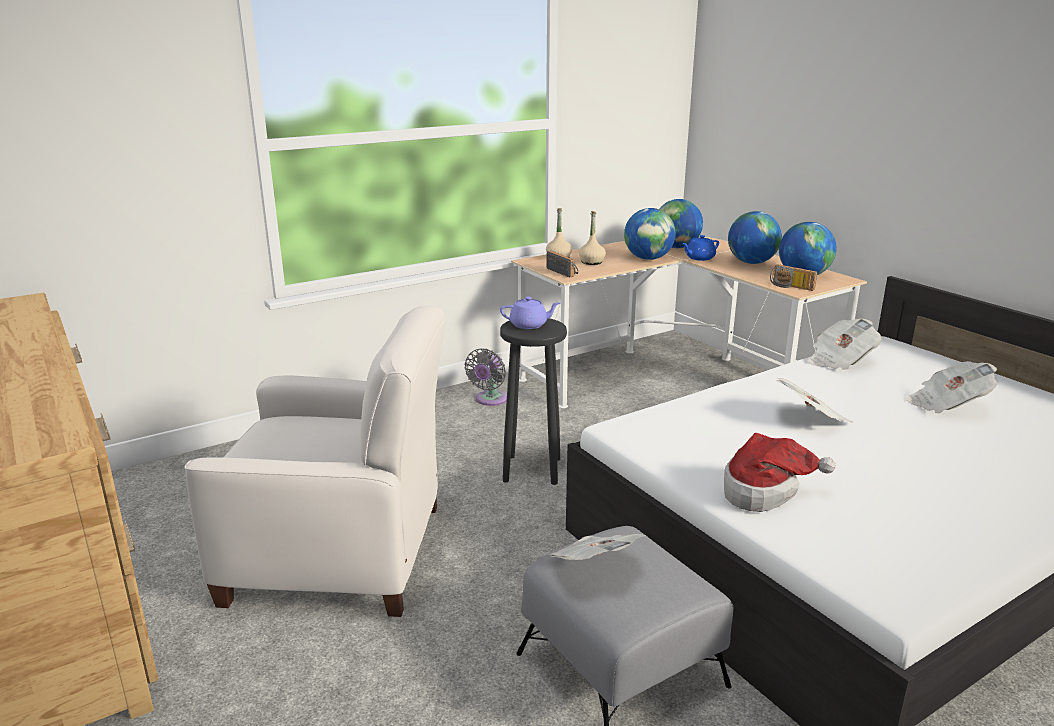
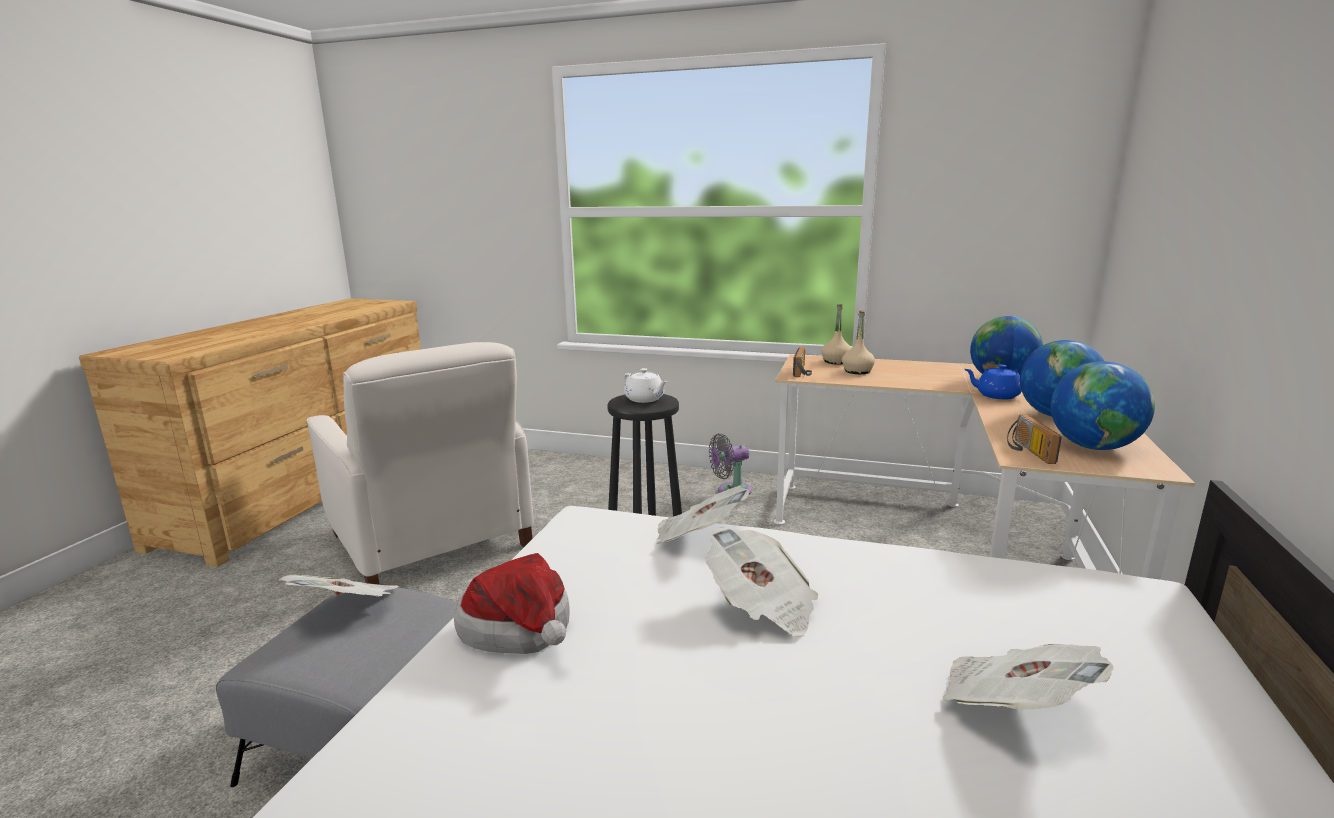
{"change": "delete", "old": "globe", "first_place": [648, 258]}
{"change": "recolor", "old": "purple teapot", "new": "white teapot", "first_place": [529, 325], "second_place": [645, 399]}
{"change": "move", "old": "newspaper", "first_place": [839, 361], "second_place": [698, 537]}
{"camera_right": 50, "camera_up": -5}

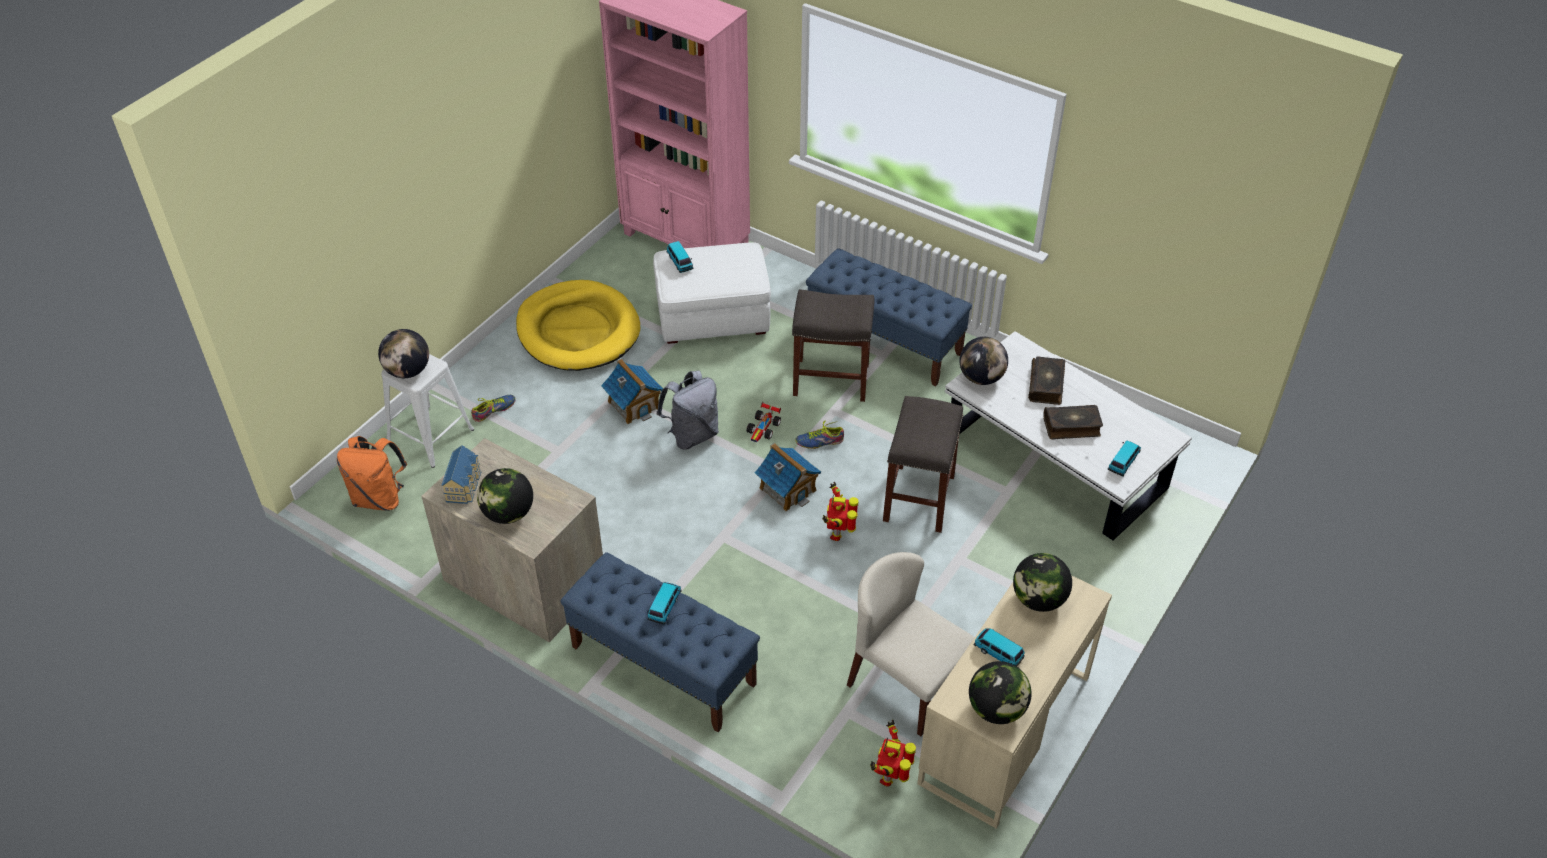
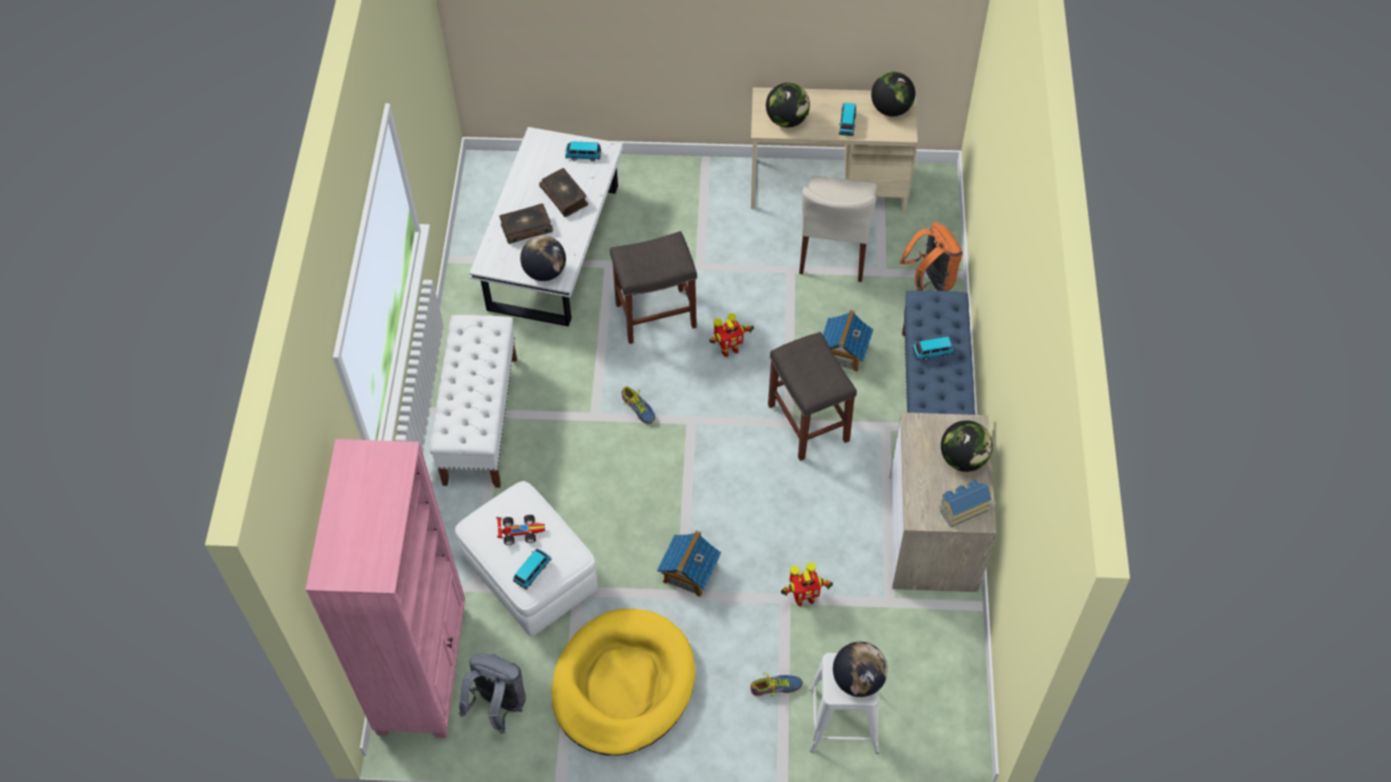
{"change": "recolor", "old": "blue bench", "new": "white bench", "first_place": [885, 341], "second_place": [480, 419]}
{"change": "move", "old": "grey stool", "first_place": [829, 380], "second_place": [809, 423]}
{"change": "move", "old": "grey backpack", "first_place": [692, 435], "second_place": [498, 706]}
{"change": "rotate", "old": "shoe", "first_place": [493, 410], "second_place": [776, 687], "degrees": 150}
{"change": "move", "old": "toy car", "first_place": [764, 428], "second_place": [520, 531]}
{"change": "move", "old": "orange backpack", "first_place": [379, 498], "second_place": [930, 280]}
{"change": "move", "old": "toy house", "first_place": [787, 489], "second_place": [843, 352]}
{"change": "move", "old": "toy robot", "first_place": [890, 776], "second_place": [803, 598]}
{"camera_right": -120, "camera_up": 10}

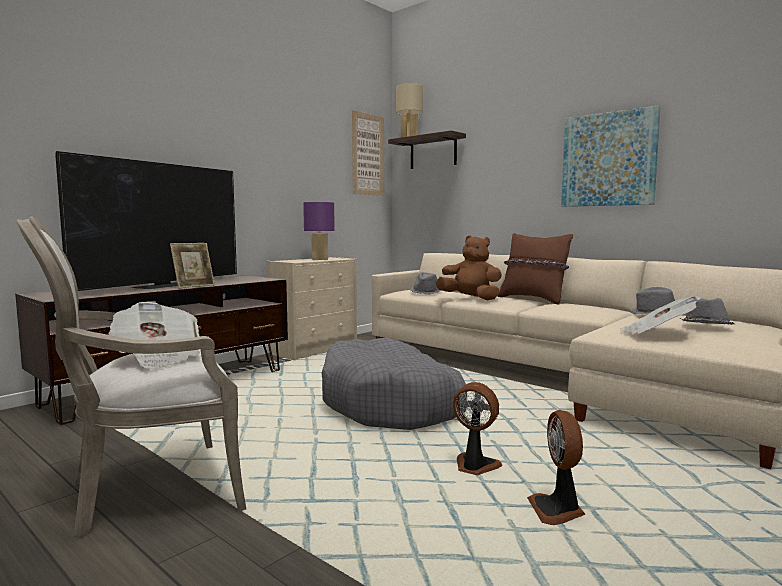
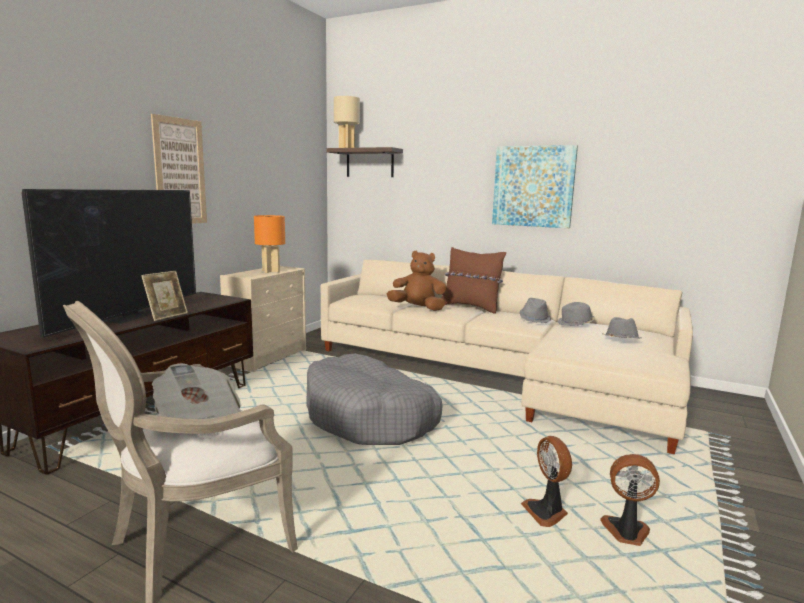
{"change": "move", "old": "picture", "first_place": [368, 154], "second_place": [180, 172]}
{"change": "recolor", "old": "purple table lamp", "new": "orange table lamp", "first_place": [319, 259], "second_place": [271, 271]}
{"change": "move", "old": "grey hat", "first_place": [426, 292], "second_place": [534, 319]}
{"change": "delete", "old": "newspaper", "first_place": [657, 334]}
{"change": "move", "old": "fan", "first_place": [475, 466], "second_place": [626, 532]}
{"camera_right": -15, "camera_up": 5}

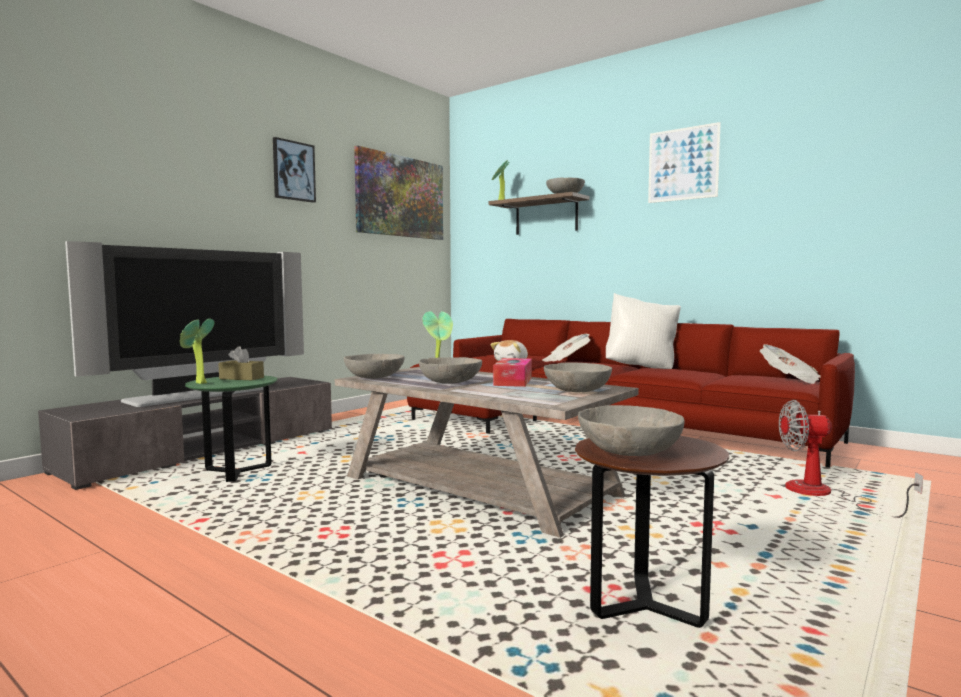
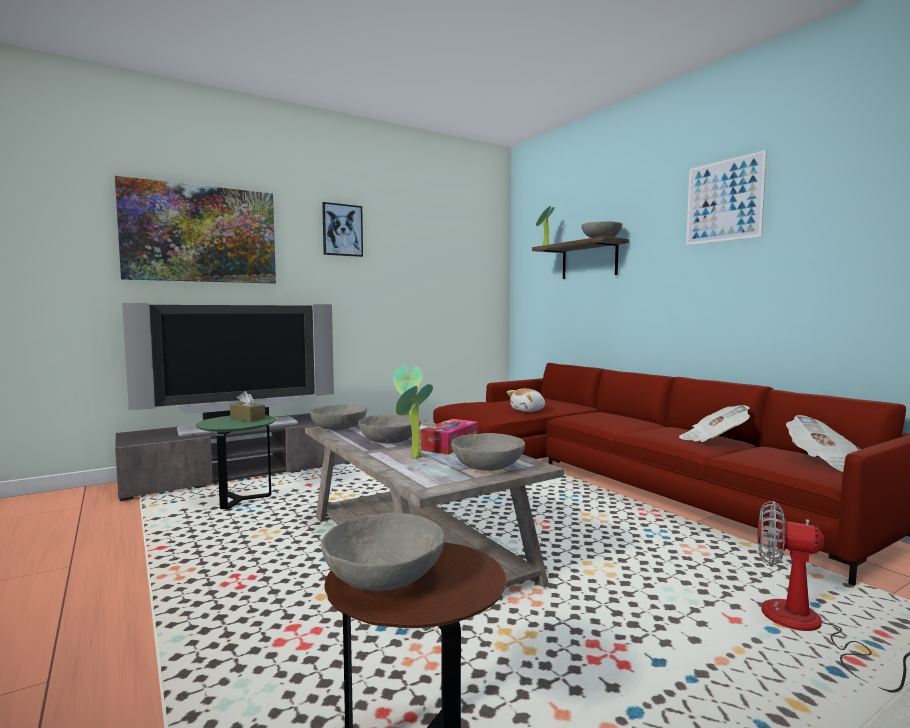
{"change": "move", "old": "picture", "first_place": [400, 196], "second_place": [200, 234]}
{"change": "delete", "old": "white pillow", "first_place": [641, 367]}
{"change": "move", "old": "potted plant", "first_place": [198, 383], "second_place": [413, 457]}
{"change": "move", "old": "newspaper", "first_place": [566, 361], "second_place": [713, 440]}
{"camera_right": 20, "camera_up": 0}

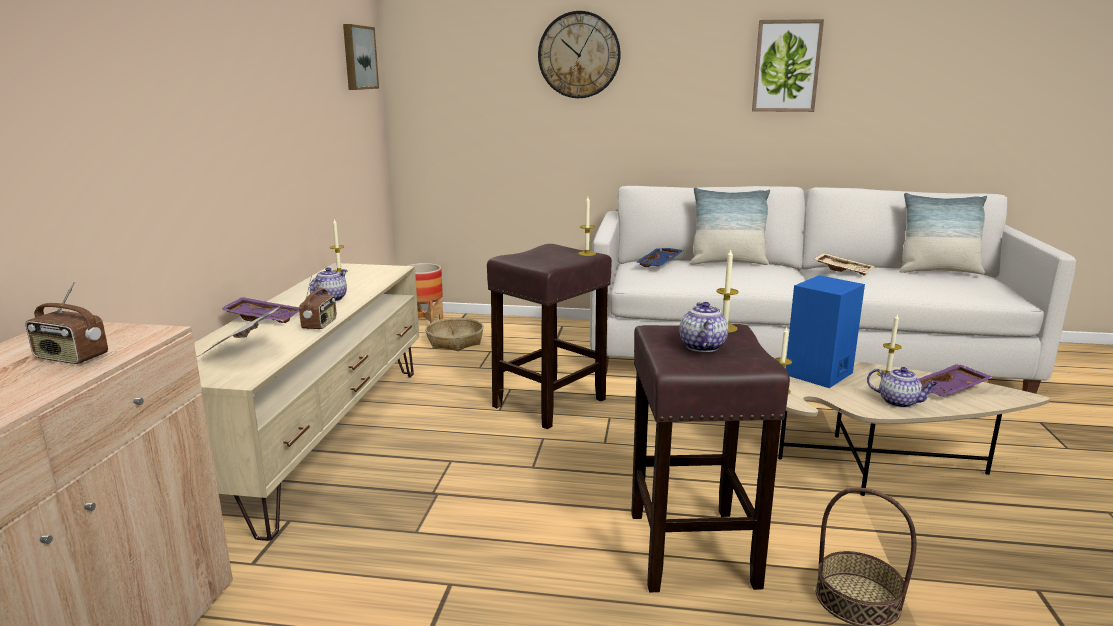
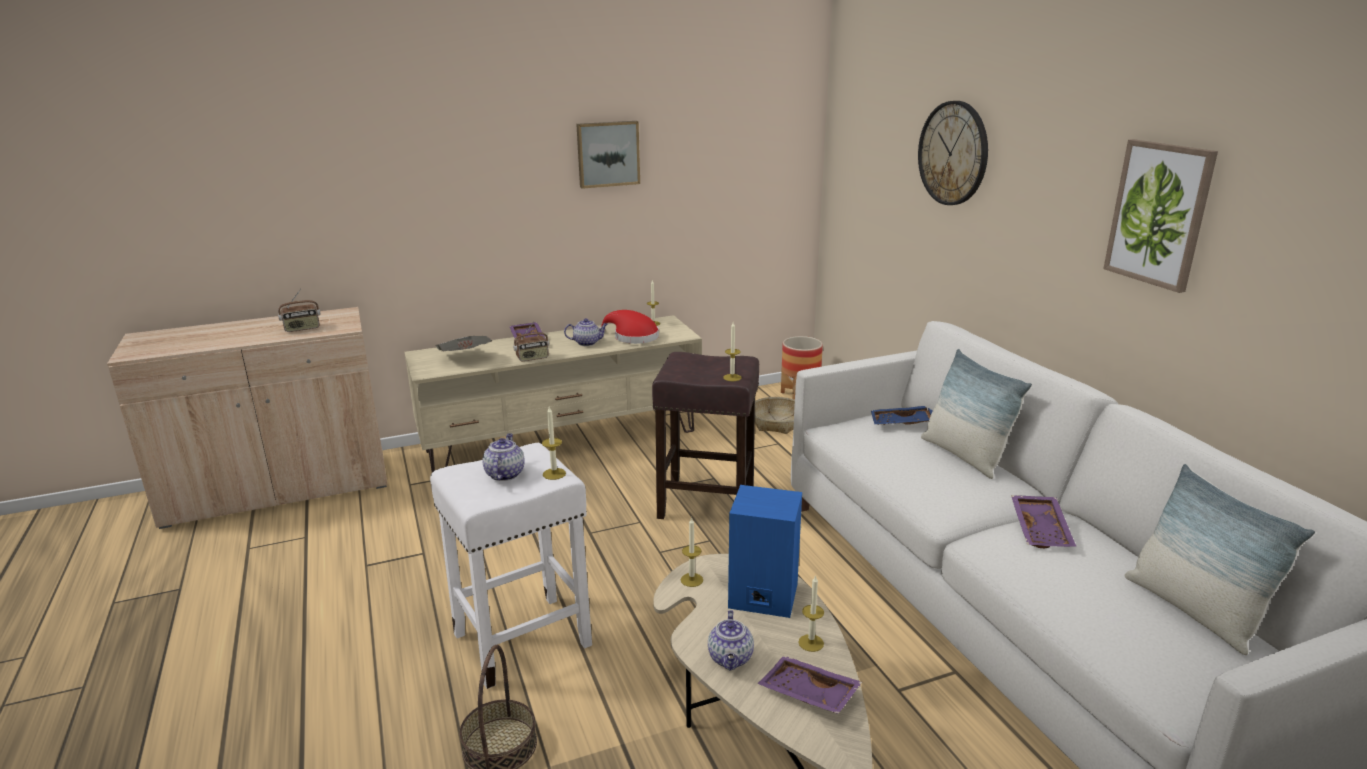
{"change": "move", "old": "picture", "first_place": [358, 57], "second_place": [607, 154]}
{"change": "recolor", "old": "beige tray", "new": "purple tray", "first_place": [843, 270], "second_place": [1042, 530]}
{"change": "rotate", "old": "radio", "first_place": [70, 358], "second_place": [302, 329], "degrees": -105}
{"change": "rotate", "old": "teapot", "first_place": [701, 346], "second_place": [504, 474], "degrees": -60}
{"change": "recolor", "old": "brown stool", "new": "white stool", "first_place": [690, 547], "second_place": [524, 639]}
{"change": "insert", "new": "red hat", "second_place": [632, 337]}
{"camera_right": 60, "camera_up": 5}

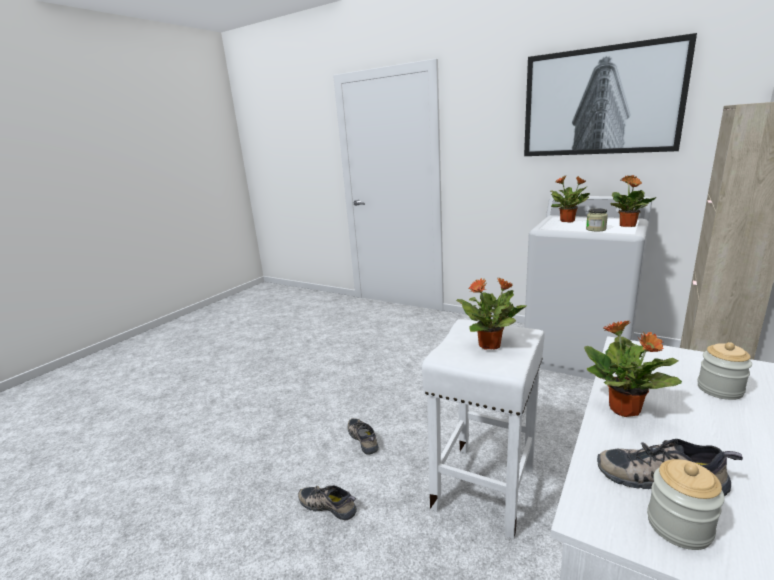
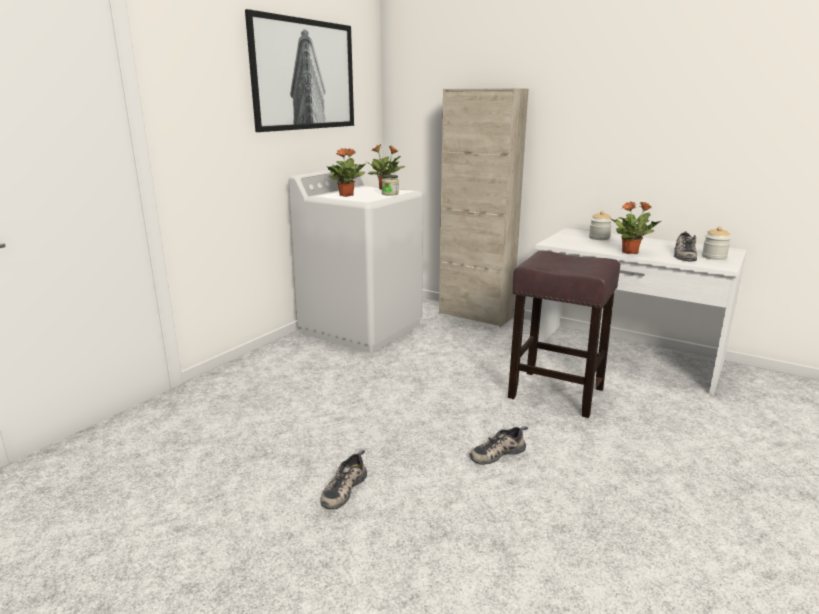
{"change": "delete", "old": "potted plant", "first_place": [490, 345]}
{"change": "recolor", "old": "white stool", "new": "brown stool", "first_place": [484, 486], "second_place": [554, 393]}
{"change": "move", "old": "shoe", "first_place": [329, 505], "second_place": [343, 488]}
{"camera_right": -90, "camera_up": 0}

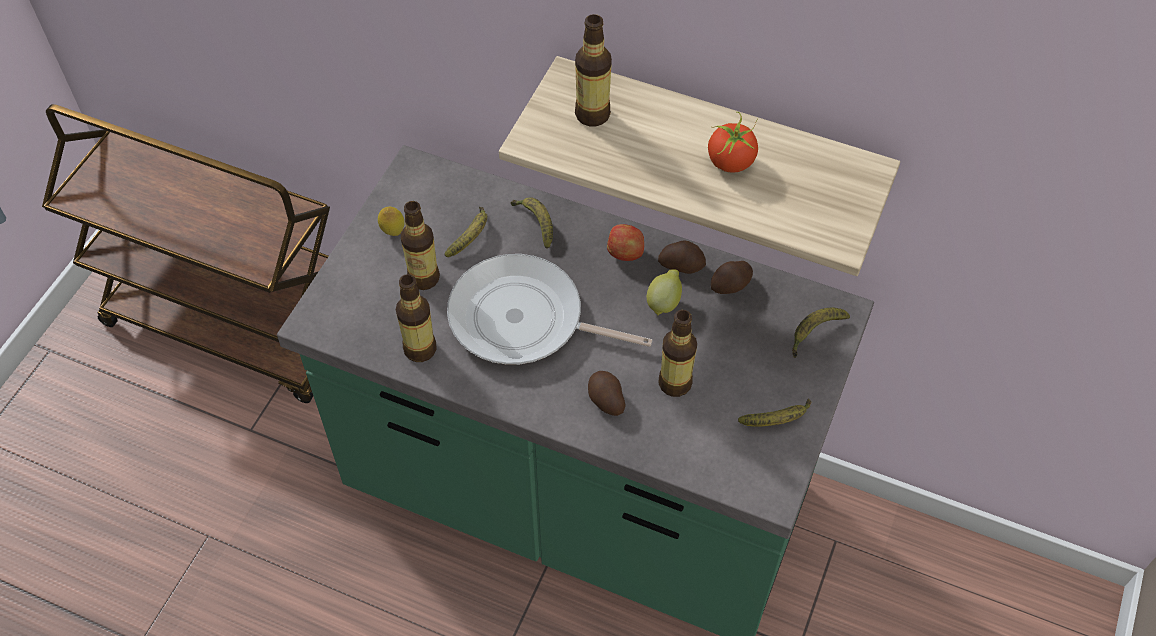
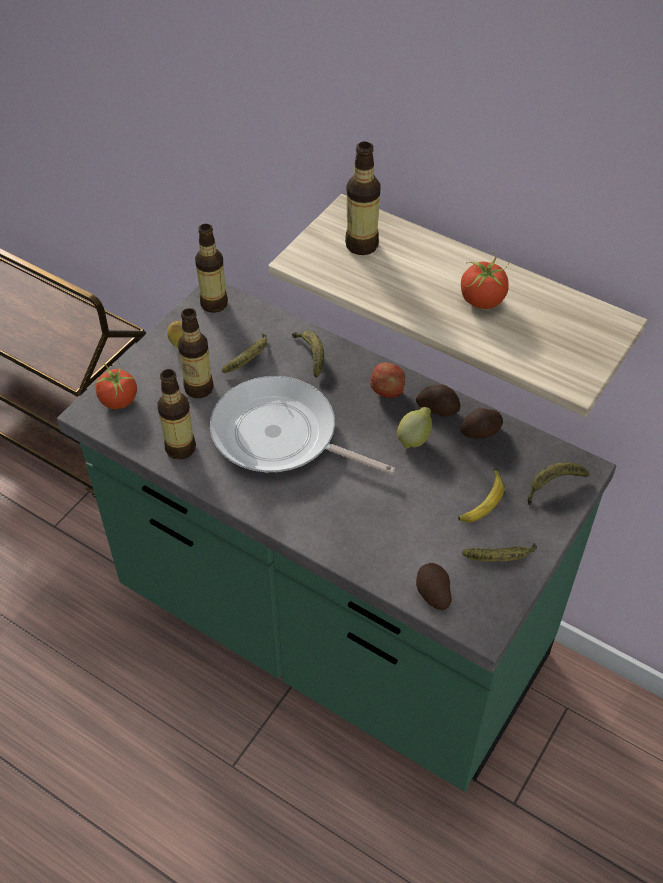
{"change": "move", "old": "bottle", "first_place": [674, 383], "second_place": [214, 304]}
{"change": "move", "old": "potato", "first_place": [605, 400], "second_place": [432, 593]}
{"change": "insert", "new": "tomato", "second_place": [118, 400]}
{"change": "insert", "new": "banana", "second_place": [481, 501]}
{"camera_right": 10, "camera_up": -5}

